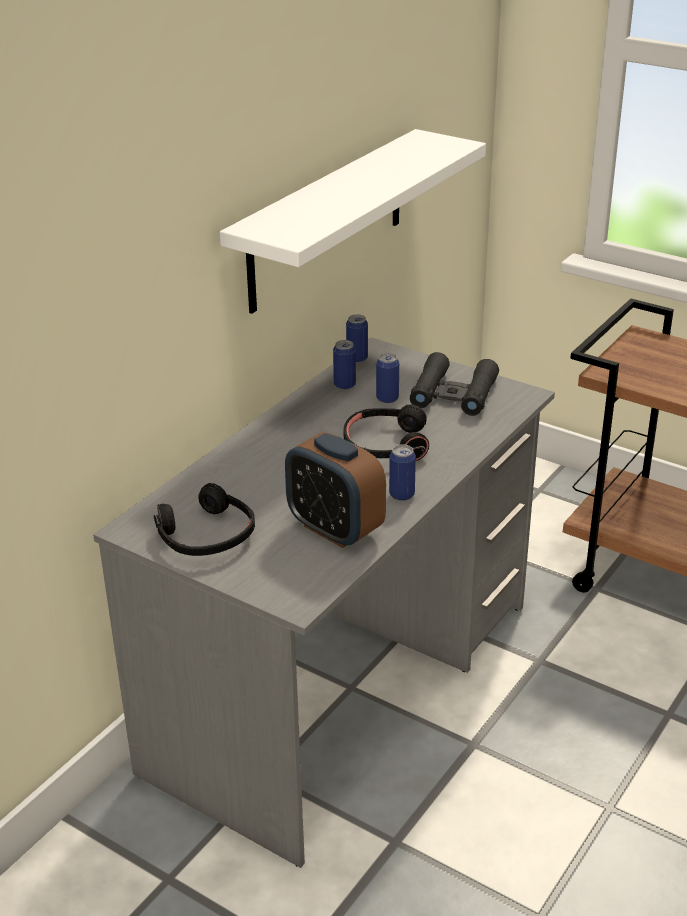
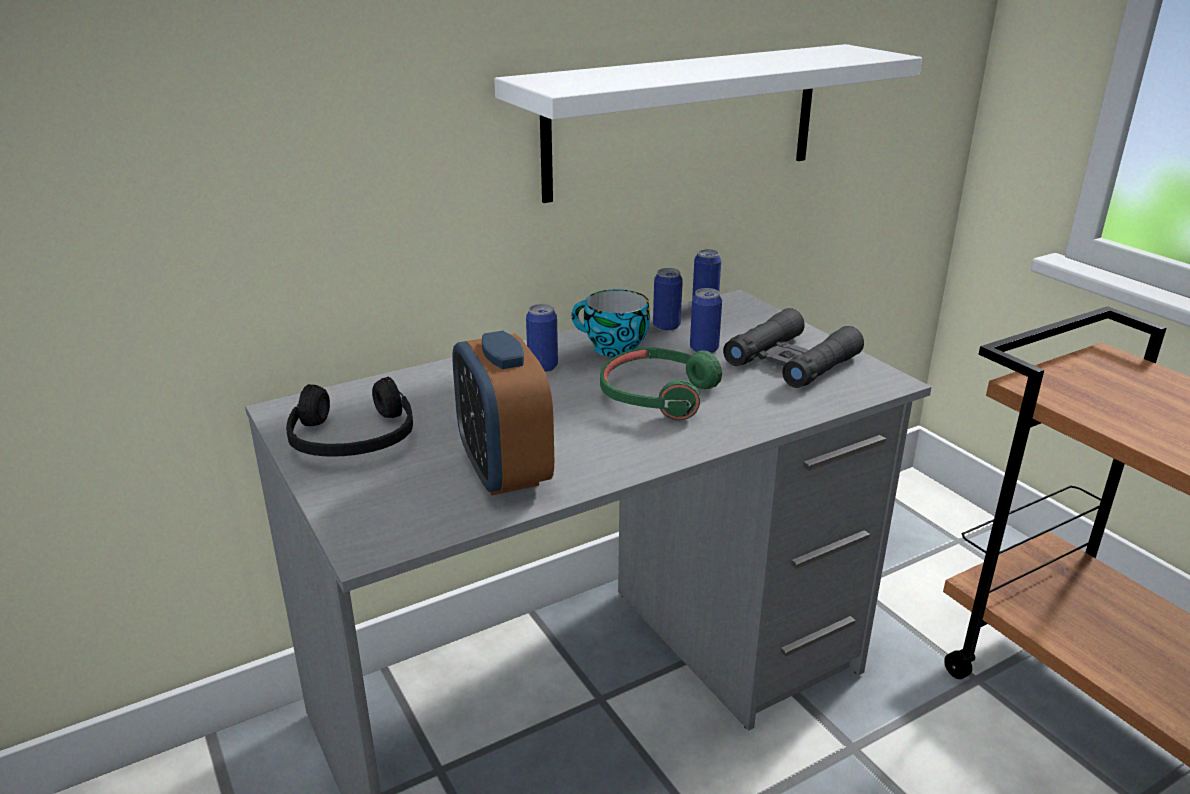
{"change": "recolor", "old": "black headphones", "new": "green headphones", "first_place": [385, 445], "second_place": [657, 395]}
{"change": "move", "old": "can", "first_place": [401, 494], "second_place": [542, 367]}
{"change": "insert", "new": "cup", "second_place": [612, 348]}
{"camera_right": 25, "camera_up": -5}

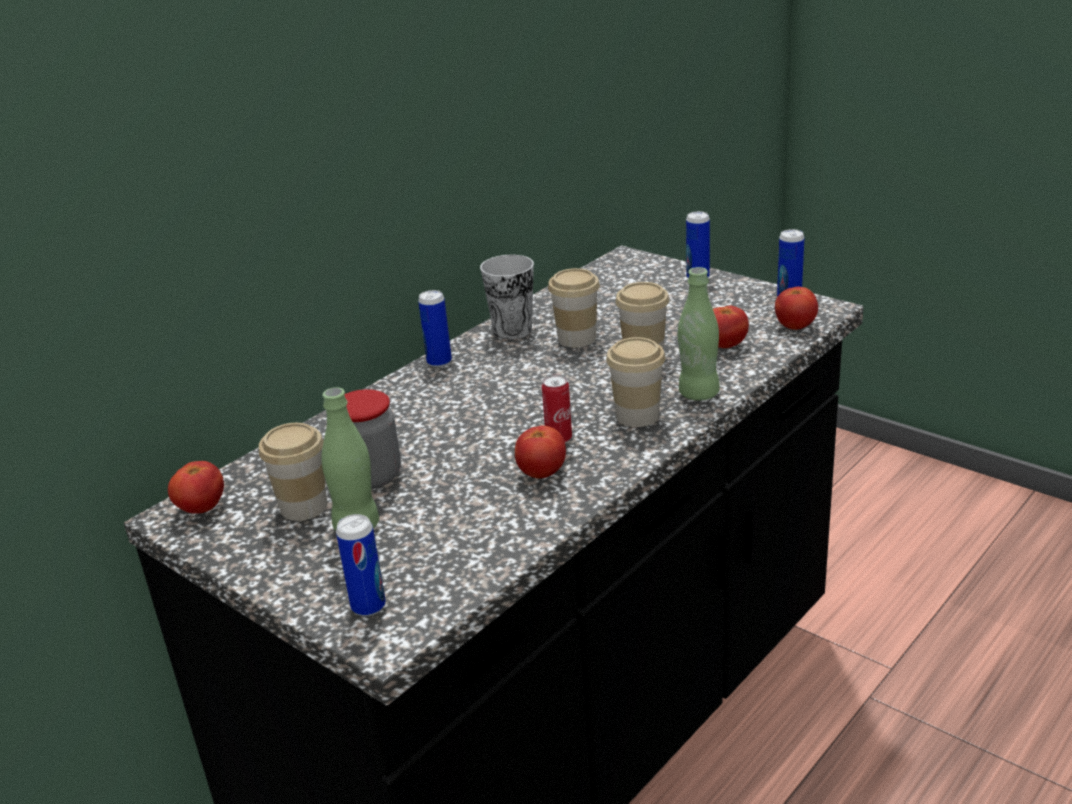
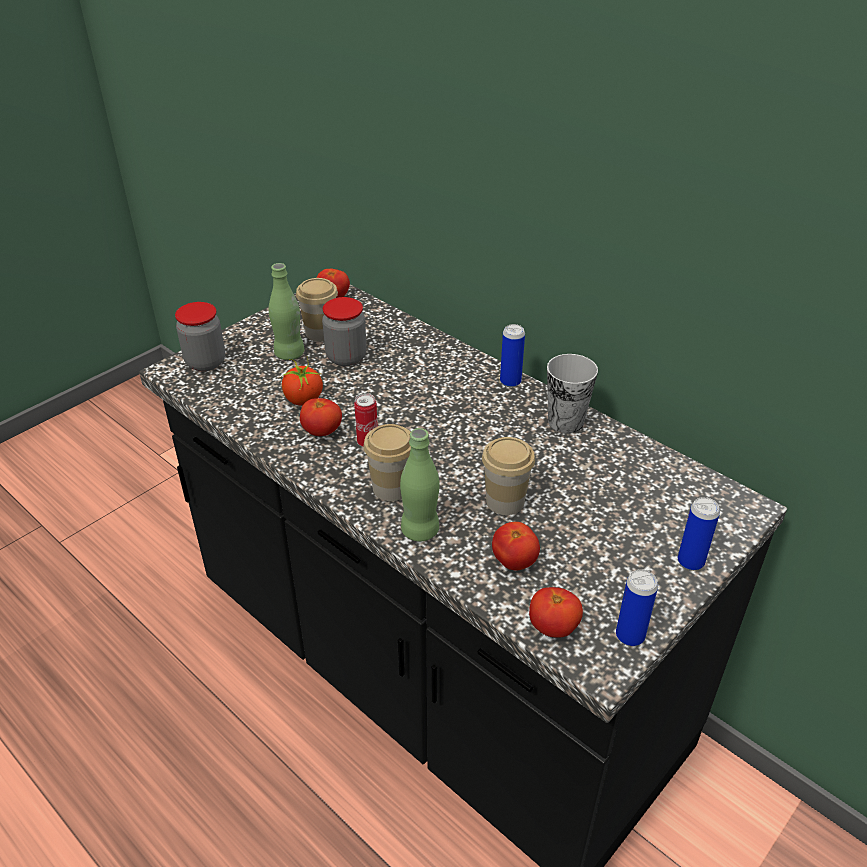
{"change": "delete", "old": "cup", "first_place": [577, 338]}
{"change": "replace", "old": "can", "new": "jar", "first_place": [368, 606], "second_place": [205, 362]}
{"change": "insert", "new": "tomato", "second_place": [303, 399]}
{"camera_right": 90, "camera_up": 10}

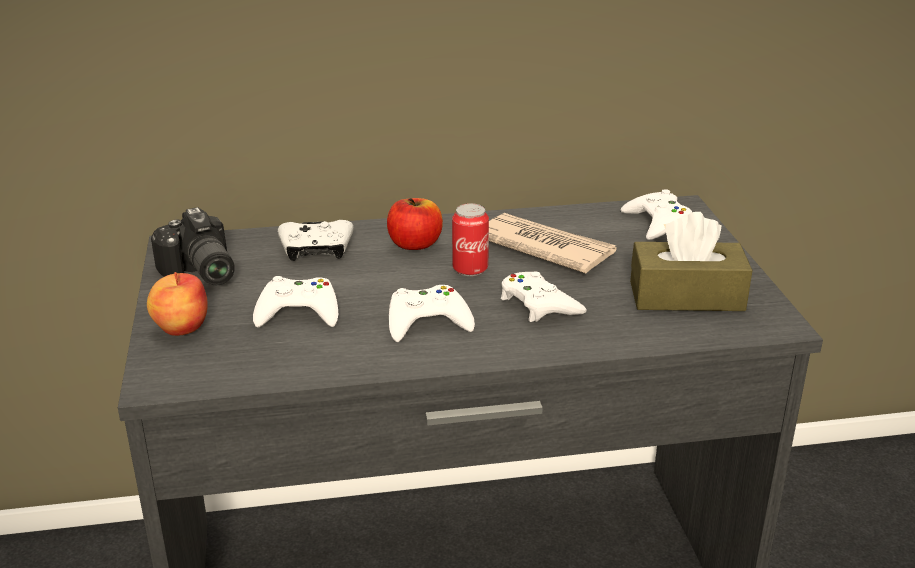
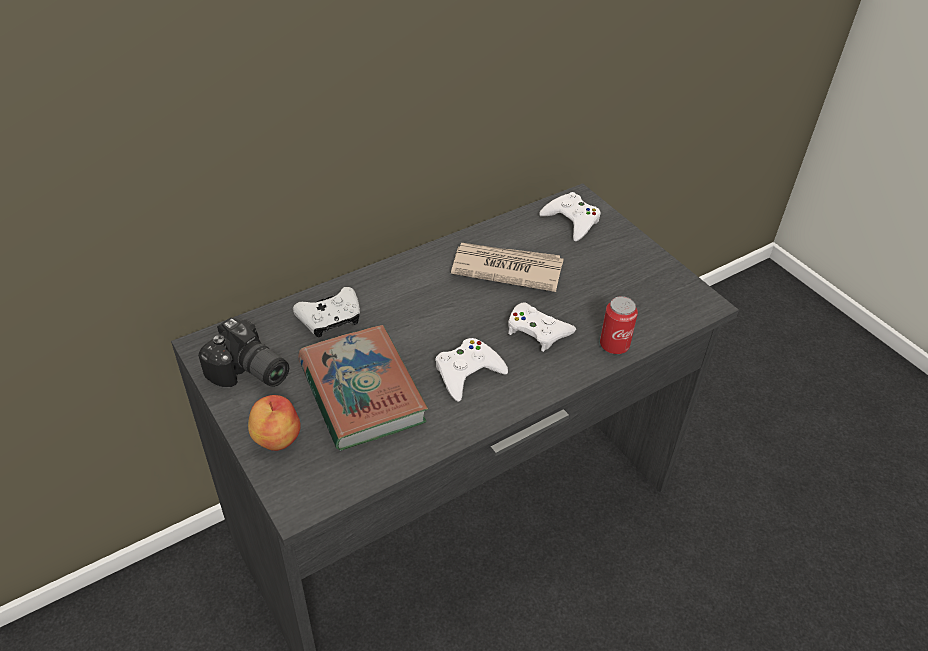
{"change": "delete", "old": "apple", "first_place": [415, 244]}
{"change": "move", "old": "can", "first_place": [470, 269], "second_place": [614, 345]}
{"change": "delete", "old": "brown tissue box", "first_place": [686, 296]}
{"change": "replace", "old": "white game controller", "new": "book", "first_place": [298, 312], "second_place": [361, 392]}
{"camera_right": -25, "camera_up": 15}

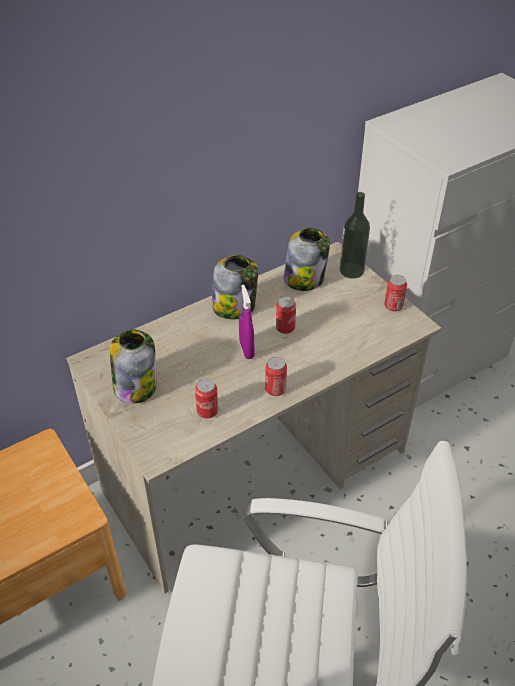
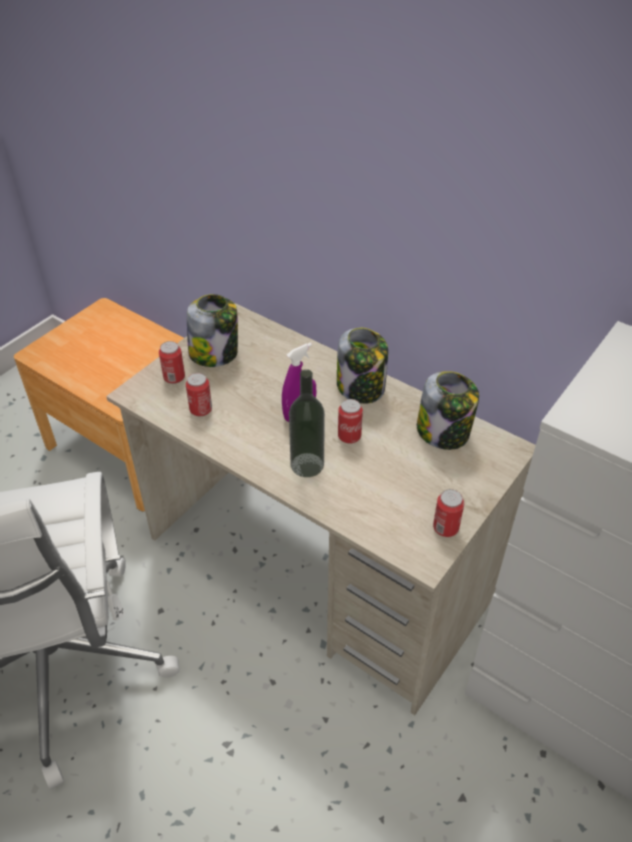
{"change": "move", "old": "bottle", "first_place": [351, 270], "second_place": [307, 465]}
{"change": "move", "old": "can", "first_place": [275, 389], "second_place": [174, 377]}
{"camera_right": 70, "camera_up": 0}

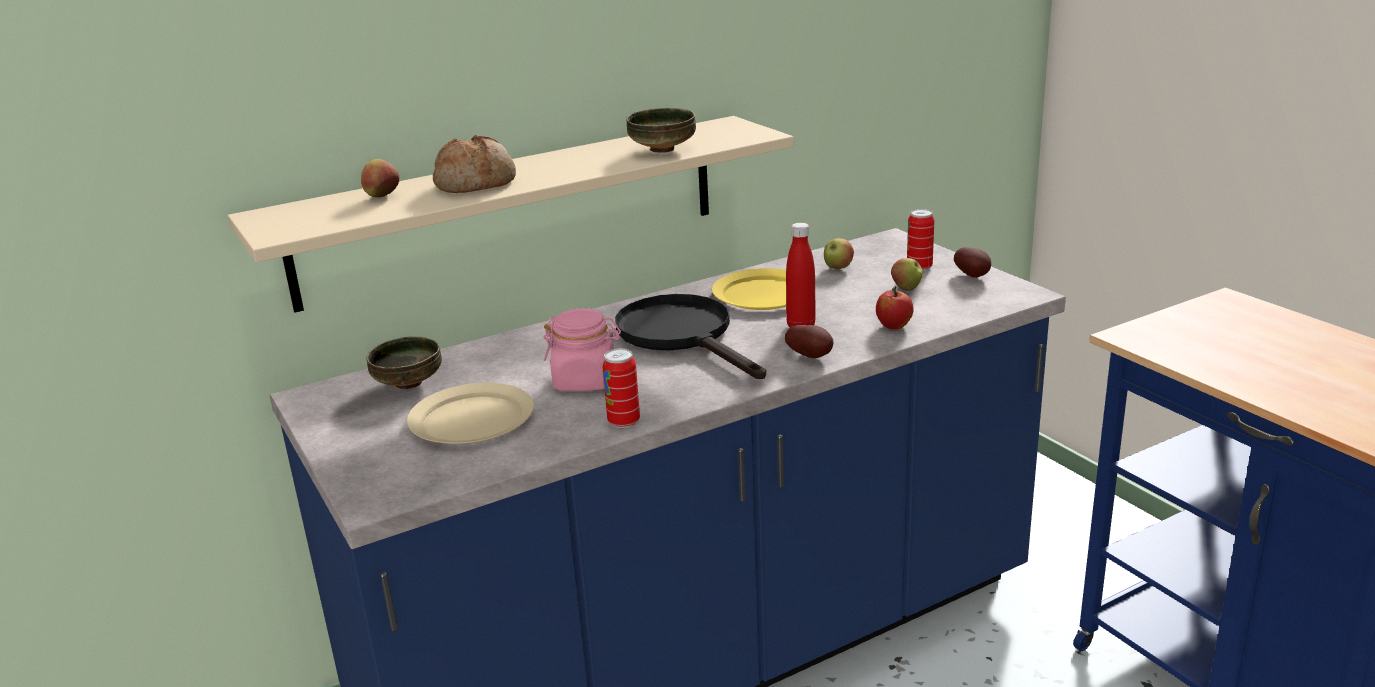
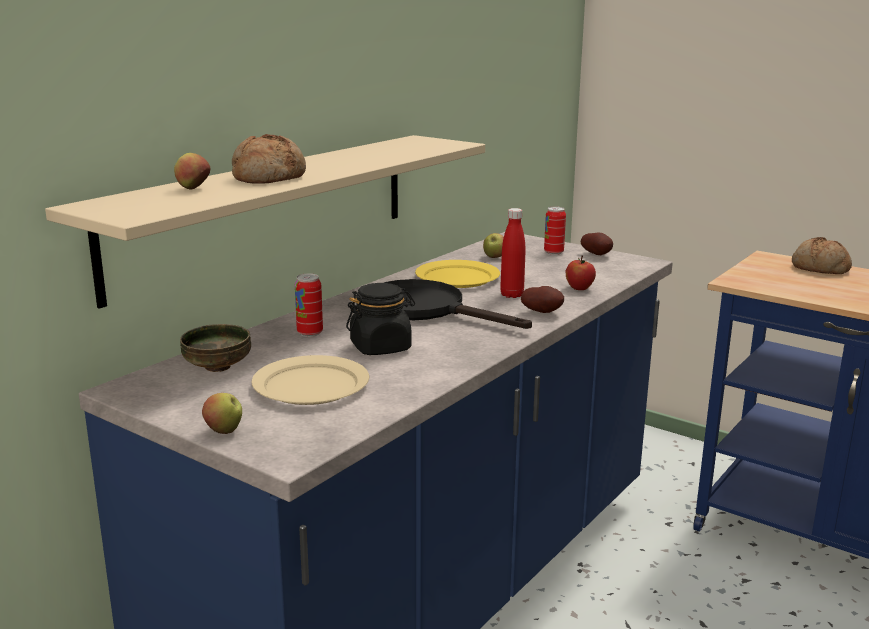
{"change": "delete", "old": "bowl", "first_place": [663, 150]}
{"change": "move", "old": "apple", "first_place": [906, 289], "second_place": [224, 431]}
{"change": "recolor", "old": "pink jar", "new": "black jar", "first_place": [585, 381], "second_place": [381, 347]}
{"change": "move", "old": "can", "first_place": [623, 422], "second_place": [310, 333]}
{"change": "insert", "new": "bread", "second_place": [819, 268]}
{"camera_right": -25, "camera_up": -5}

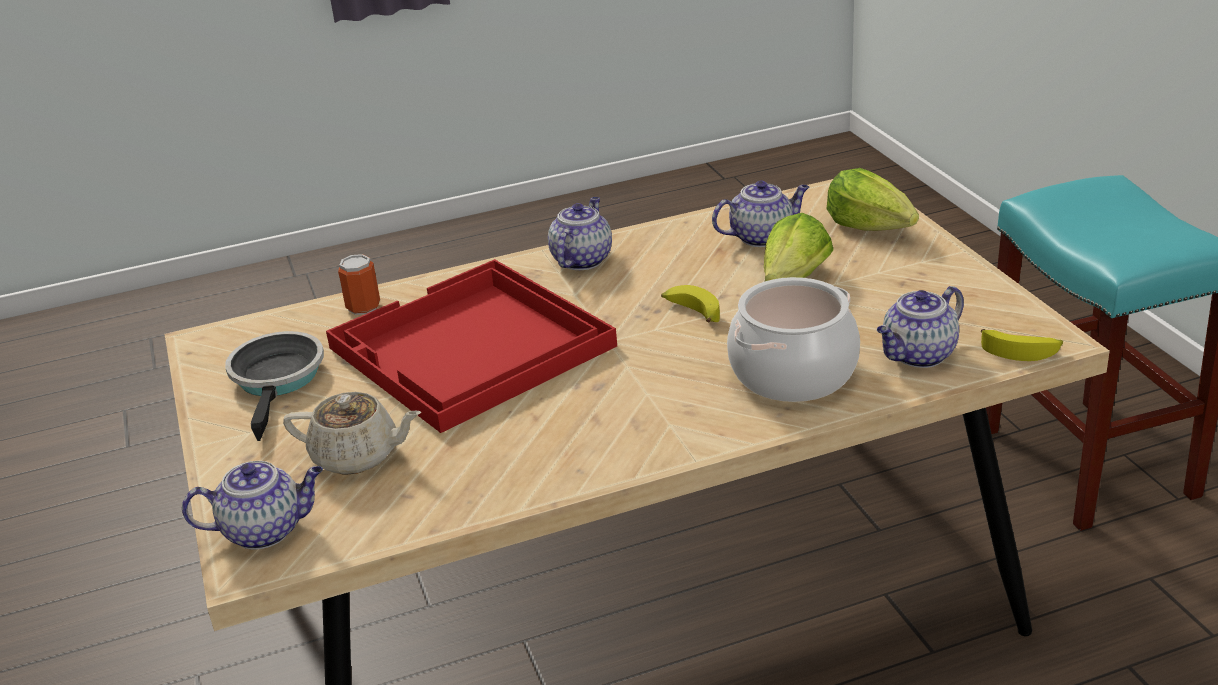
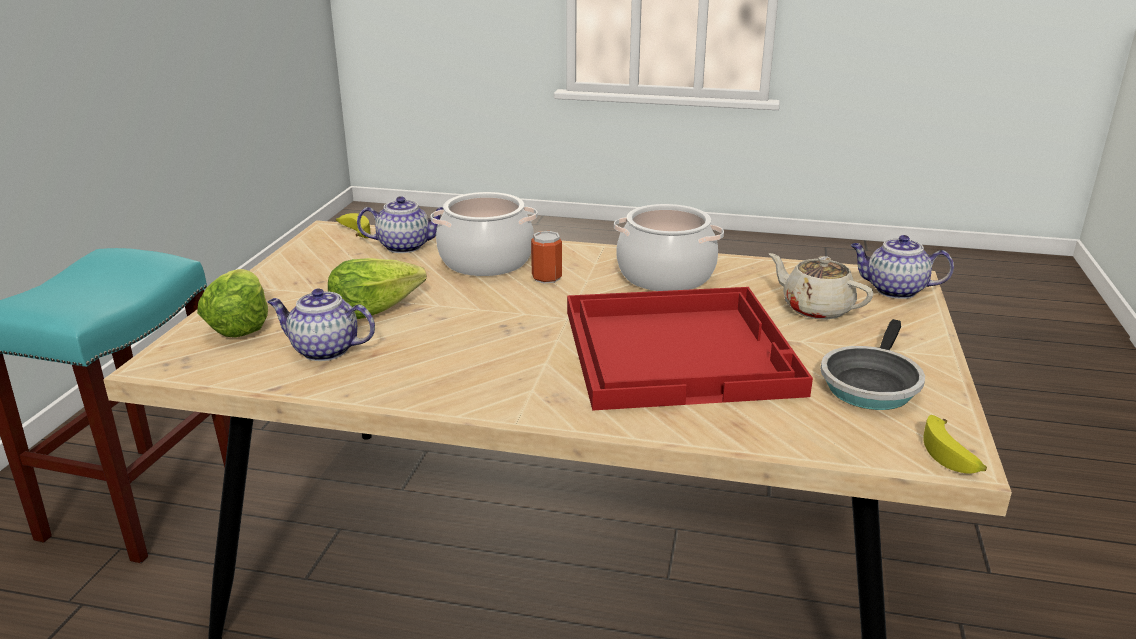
{"change": "delete", "old": "teapot", "first_place": [581, 260]}
{"change": "move", "old": "can", "first_place": [363, 307], "second_place": [546, 278]}
{"change": "move", "old": "banana", "first_place": [691, 312], "second_place": [952, 455]}
{"change": "insert", "new": "cooking pot", "second_place": [665, 276]}
{"camera_right": -150, "camera_up": -5}

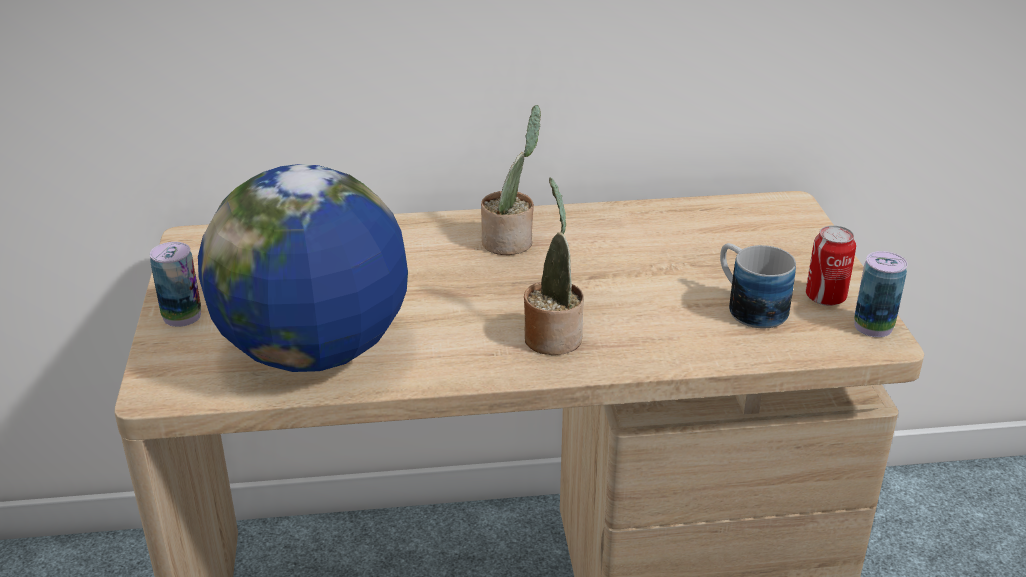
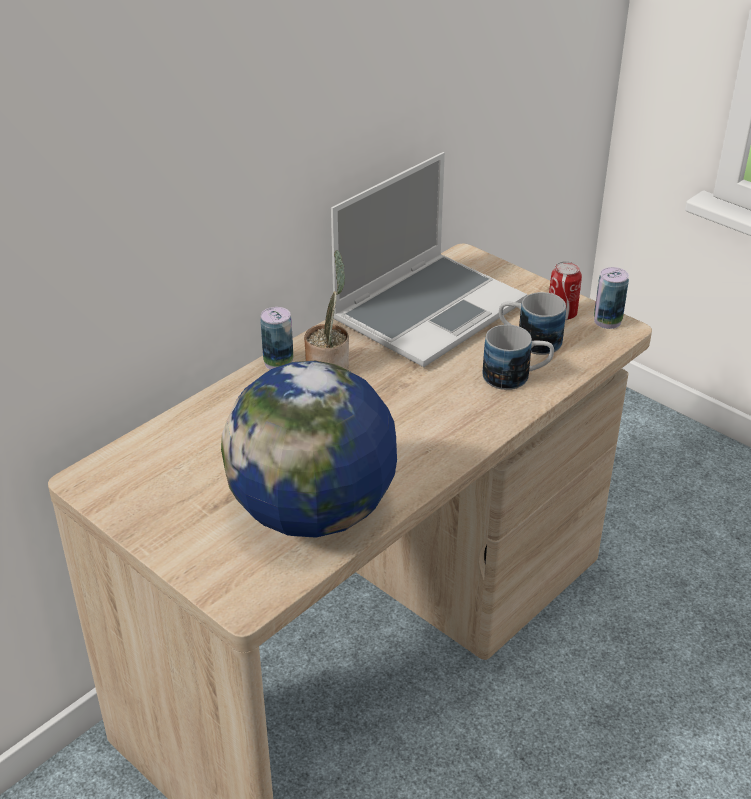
{"change": "delete", "old": "potted plant", "first_place": [552, 336]}
{"change": "move", "old": "can", "first_place": [182, 316], "second_place": [278, 363]}
{"change": "insert", "new": "laptop", "second_place": [429, 310]}
{"change": "insert", "new": "mug", "second_place": [516, 377]}
{"camera_right": -40, "camera_up": 5}

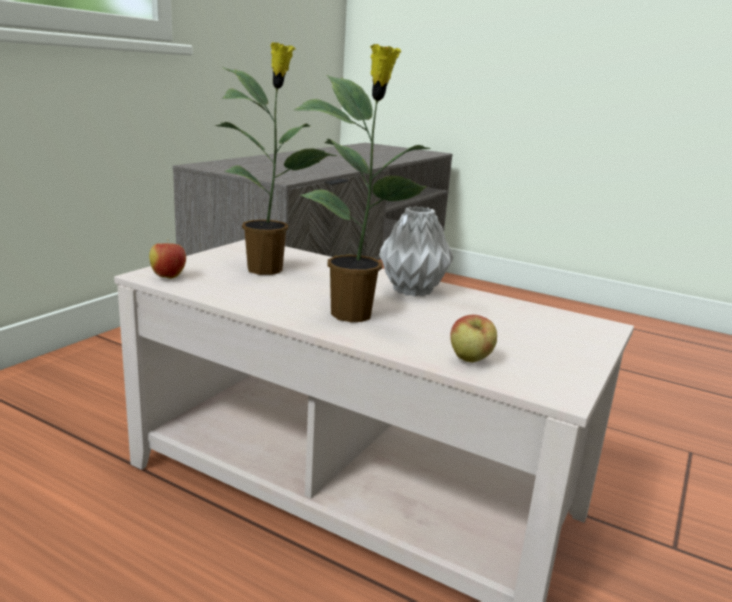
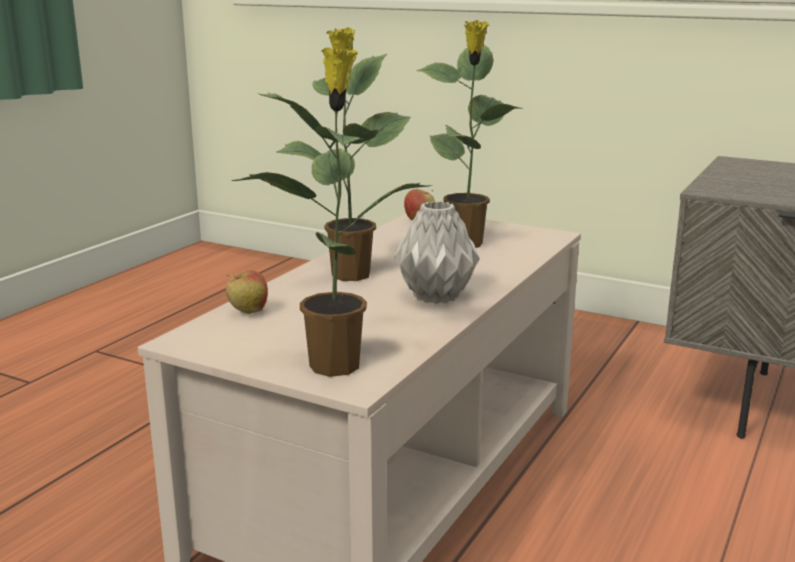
{"change": "insert", "new": "potted plant", "second_place": [337, 364]}
{"camera_right": 90, "camera_up": 0}

